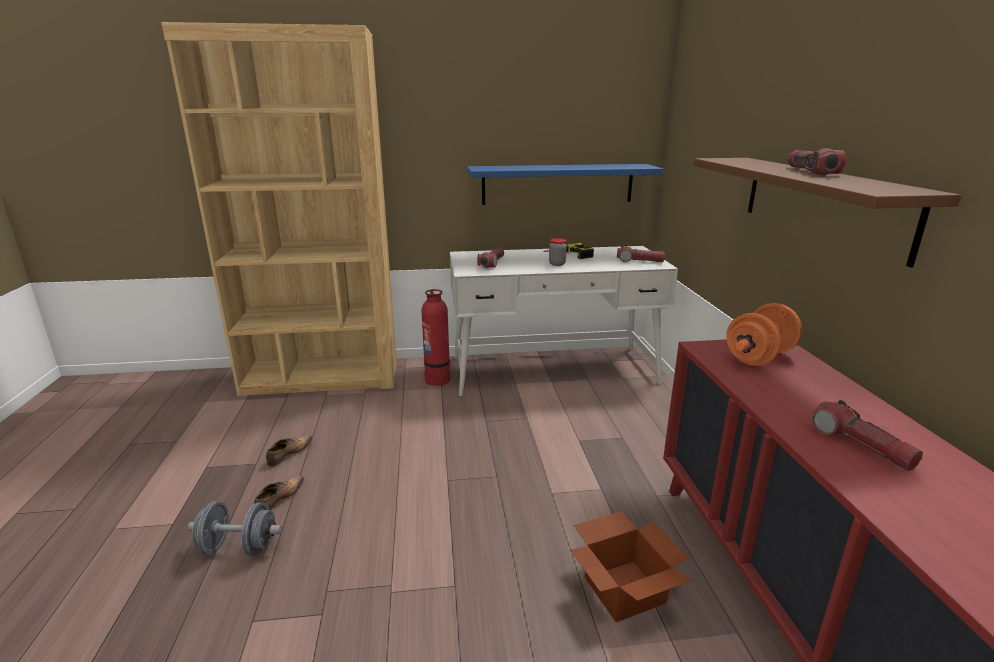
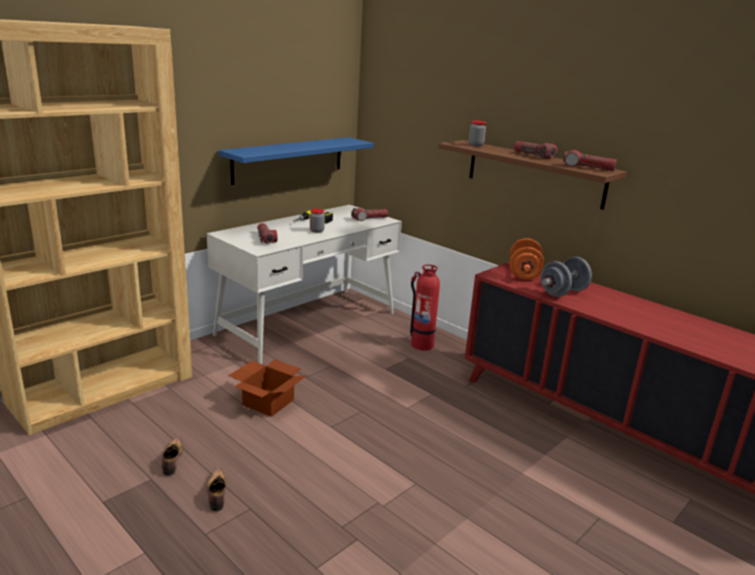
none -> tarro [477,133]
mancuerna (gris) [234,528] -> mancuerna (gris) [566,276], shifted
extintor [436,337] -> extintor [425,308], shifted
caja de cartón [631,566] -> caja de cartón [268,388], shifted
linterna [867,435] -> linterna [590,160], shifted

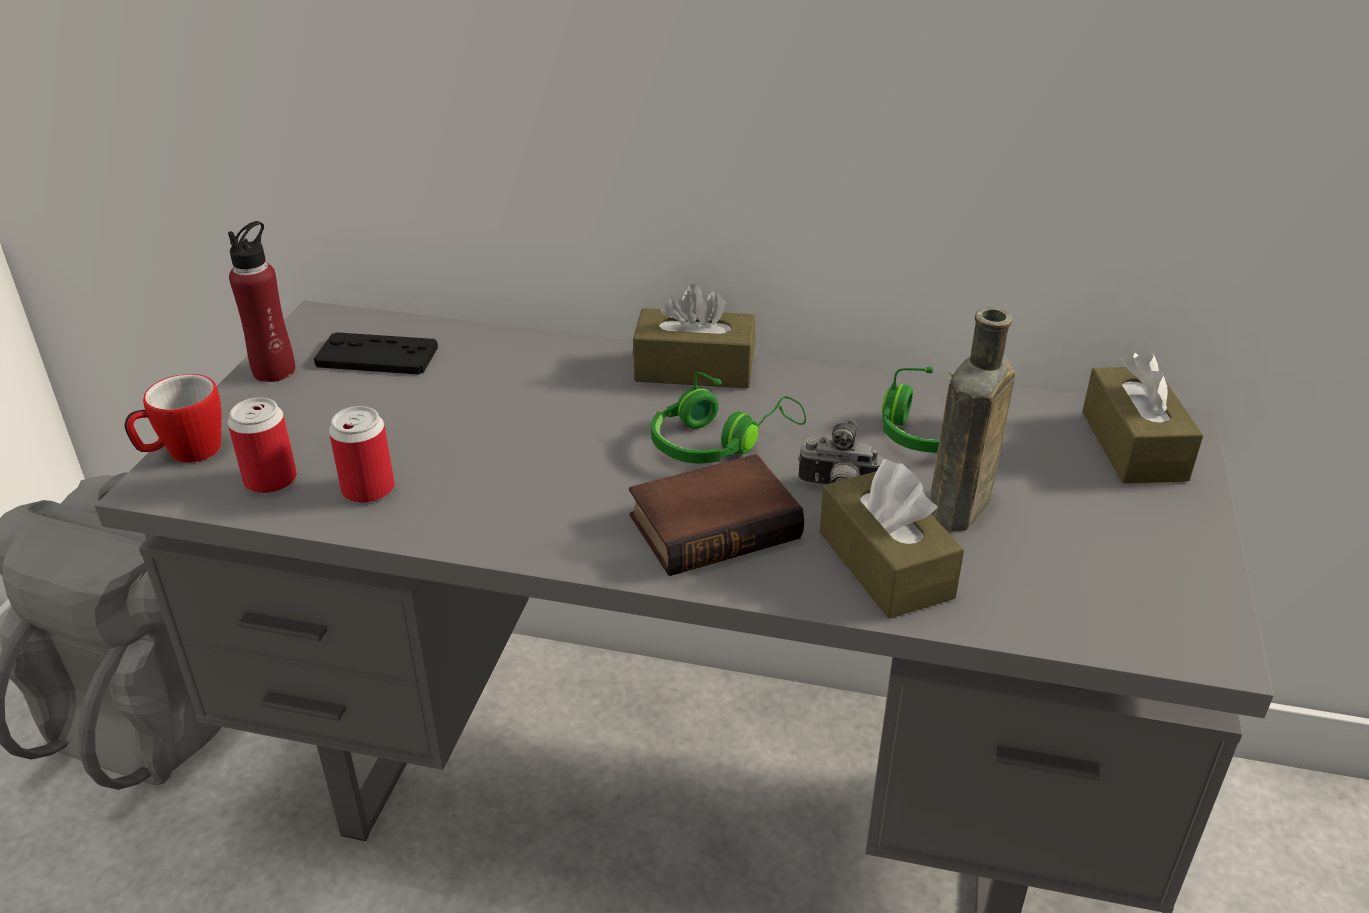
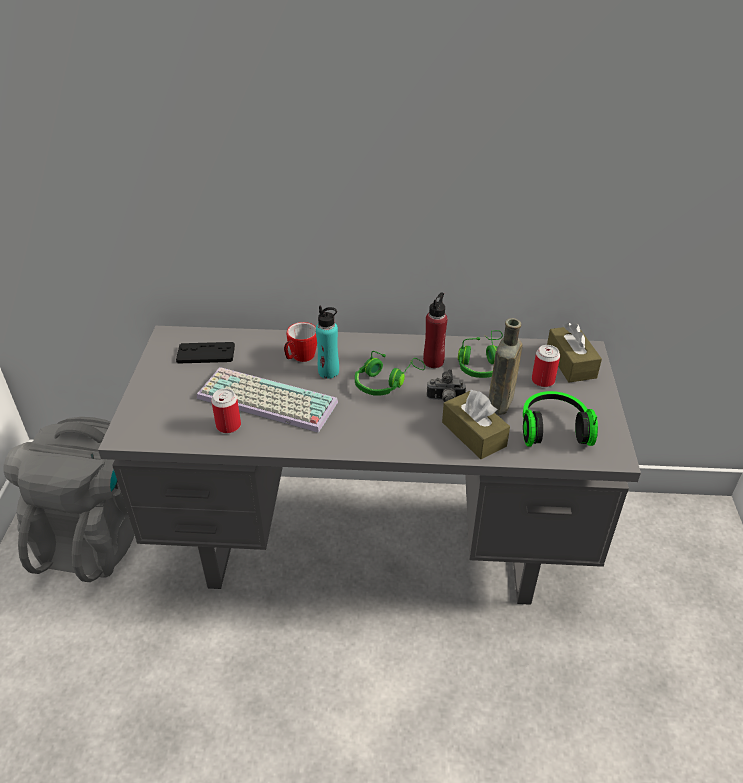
libro [716,515] -> none
caja de pañuelos (marrón) [694,336] -> none
none -> teclado [267,400]
none -> botella (turquesa) [327,342]
none -> auriculares [560,418]
taza grande [173,418] -> taza grande [300,342], shifted
botella (rojo) [261,301] -> botella (rojo) [435,330], shifted
lata [262,446] -> lata [546,366], shifted

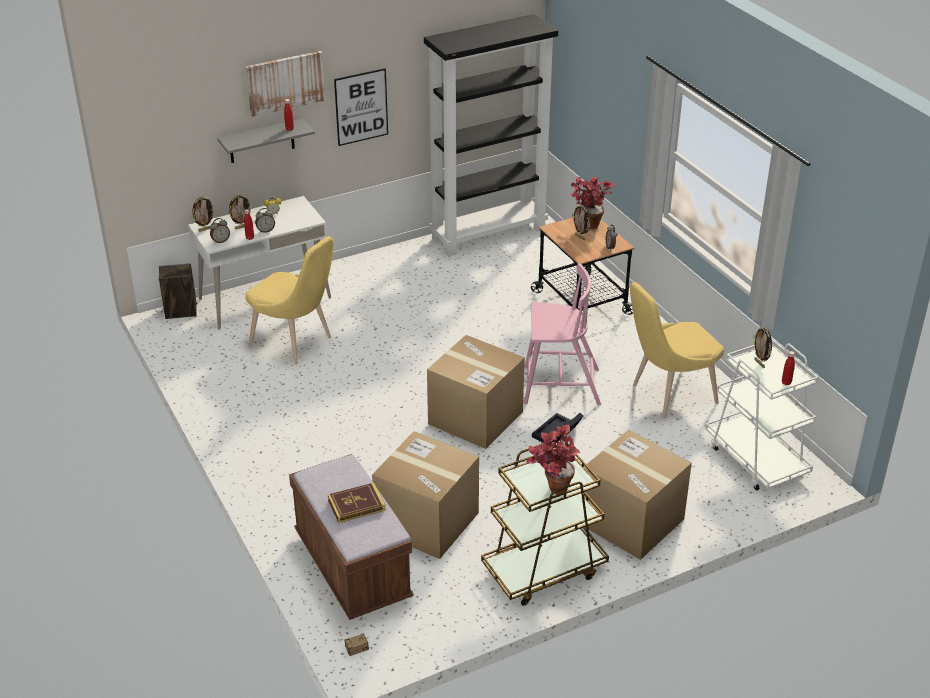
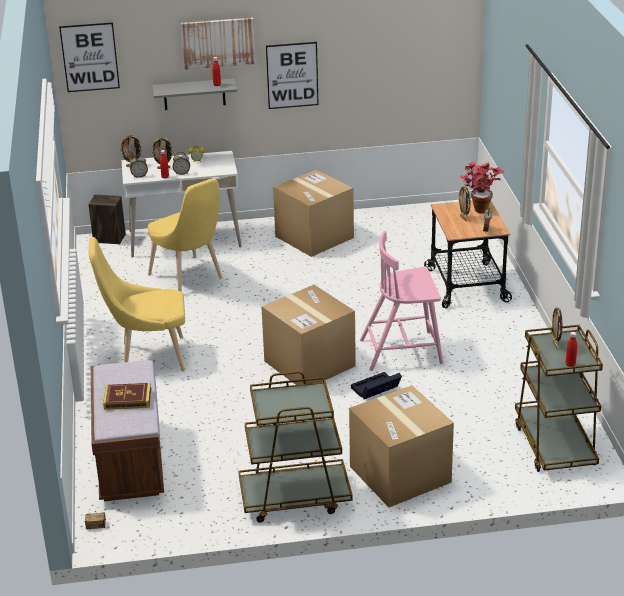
estantería (negro) [491,135] -> none
planta en maceta [553,459] -> none
none -> cuadro [89,57]
caja de cartón [425,495] -> caja de cartón [313,213], shifted
silla (amarillo) [677,350] -> silla (amarillo) [136,304], shifted
carrito (blanco) [761,415] -> carrito (marrón) [559,398]
silla (rosa) [562,334] -> silla (rosa) [401,301], 150 degrees clockwise

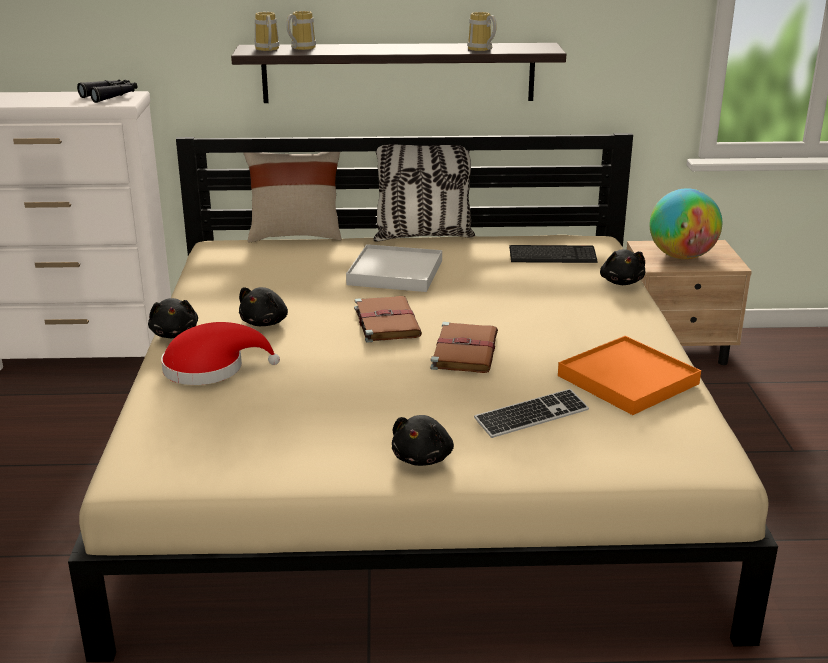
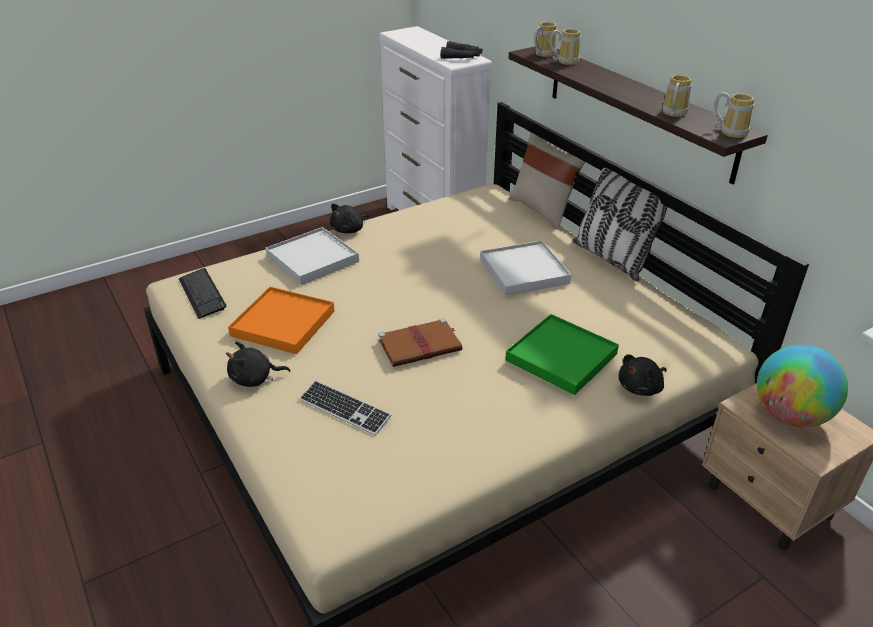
peluche (negro) [263,306] -> none
libro (marrón) [388,319] -> none
none -> bandeja (verde) [562,354]
none -> taza grande [734,115]
teclado [553,254] -> teclado [202,293], shifted
bandeja (naranja) [629,375] -> bandeja (naranja) [281,320], shifted
sombrero (rojo) [220,353] -> bandeja (blanco) [312,256]

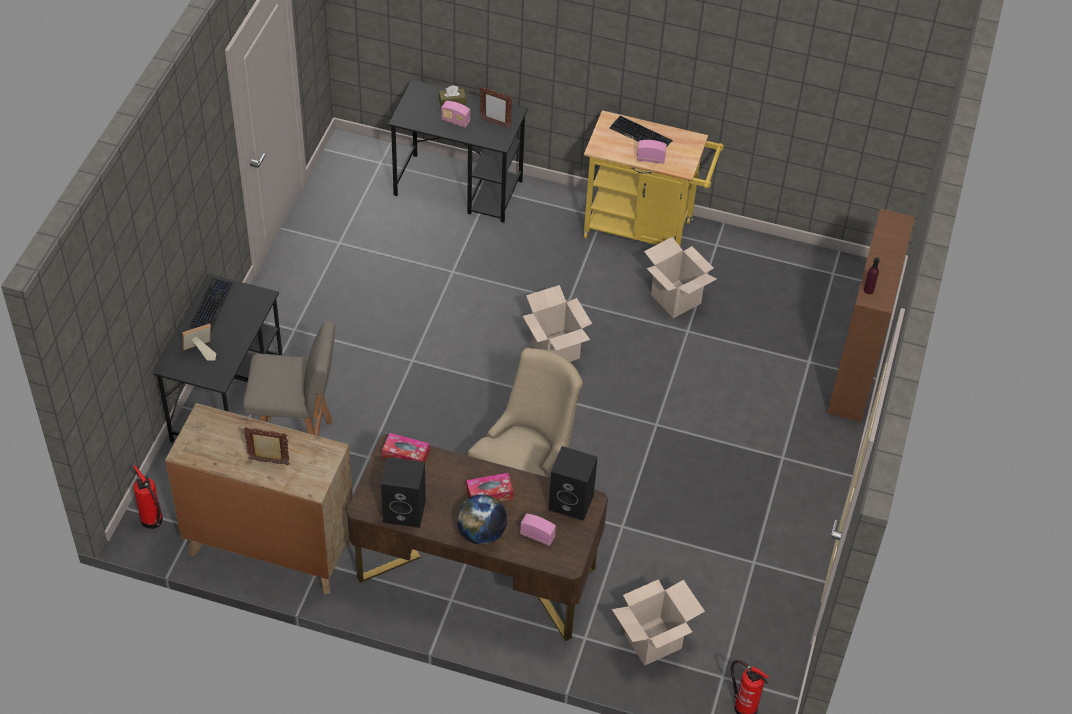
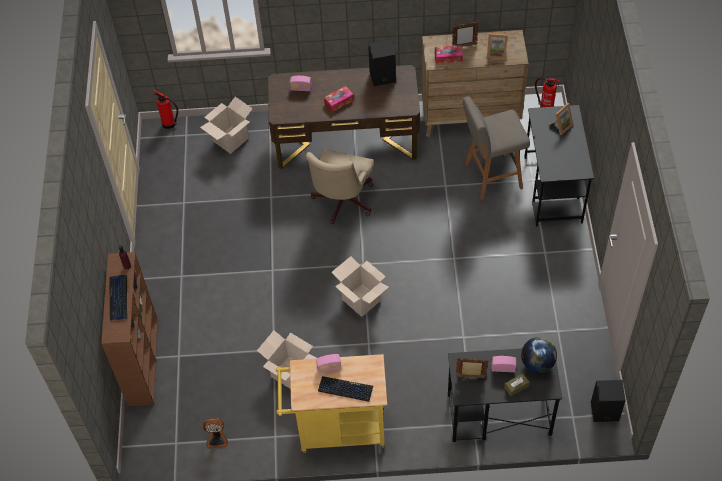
none -> ventilador [215,433]
none -> portarretratos [497,47]
teclado [211,304] -> teclado [118,298], shifted
caja de pañuelos [406,447] -> caja de pañuelos [449,54], shifted
globo terráqueo [482,519] -> globo terráqueo [539,355], shifted
altavoz (negro) [573,483] -> altavoz (negro) [608,401], shifted

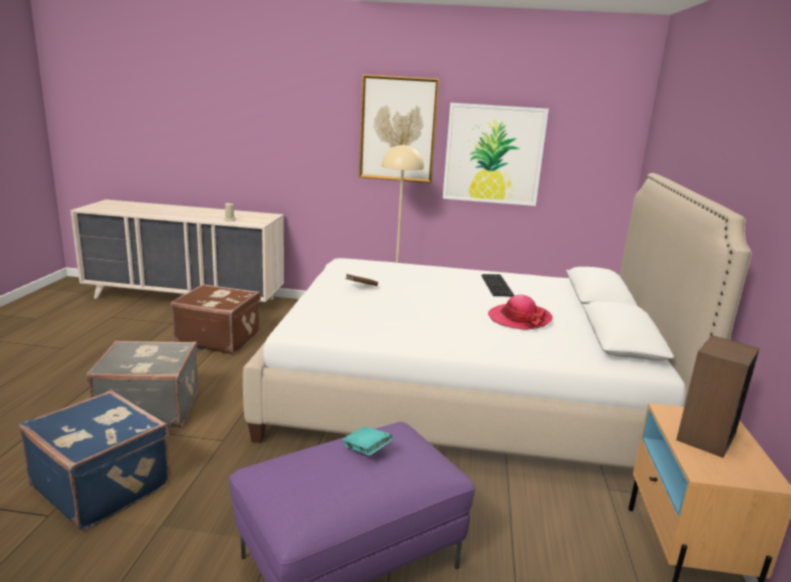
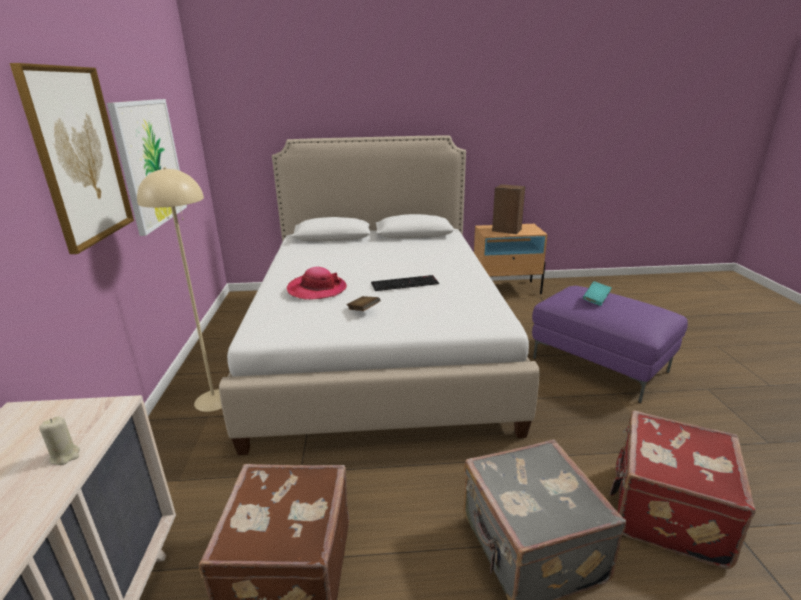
teclado [497,285] -> teclado [405,283], shifted
sombrero [520,312] -> sombrero [317,283], shifted
maleta (azul) [95,460] -> maleta (rojo) [682,489]

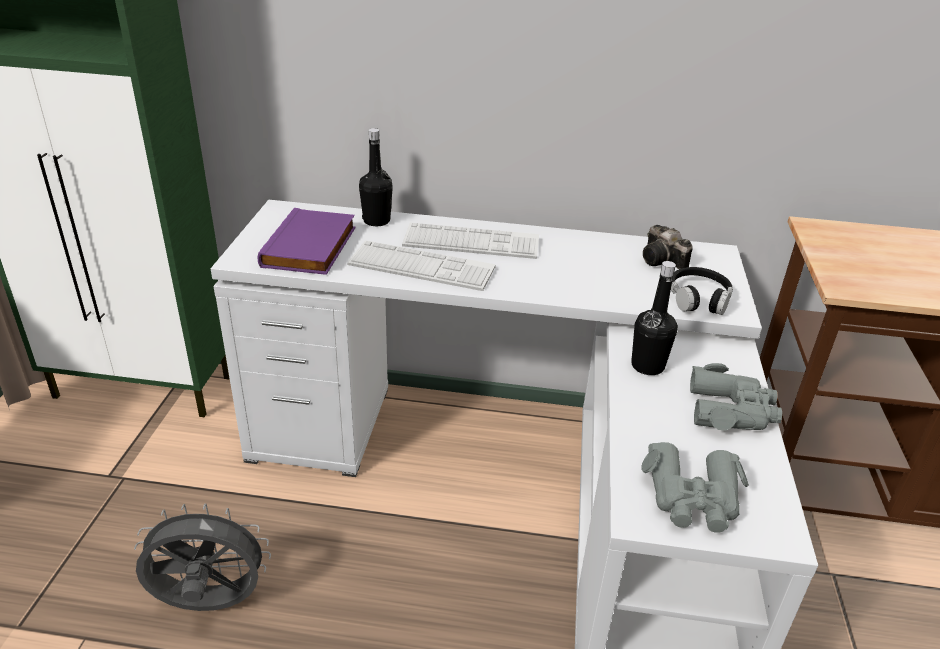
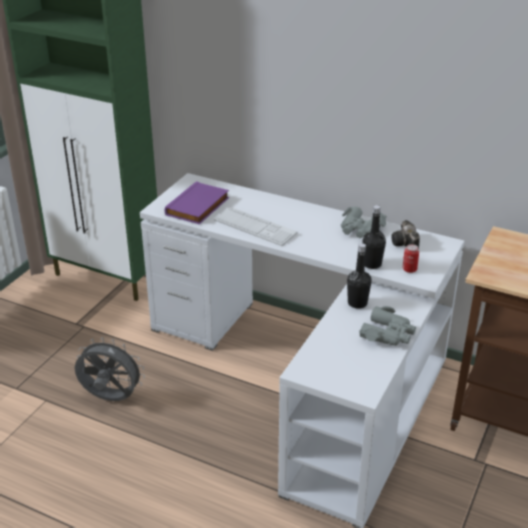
teclado [470,241] -> none
botella (negro) [376,177] -> botella (negro) [374,237], shifted
prismáticos (gris) [695,487] -> prismáticos (gris) [364,222], shifted
auriculares (negro) [702,291] -> lata [410,258]

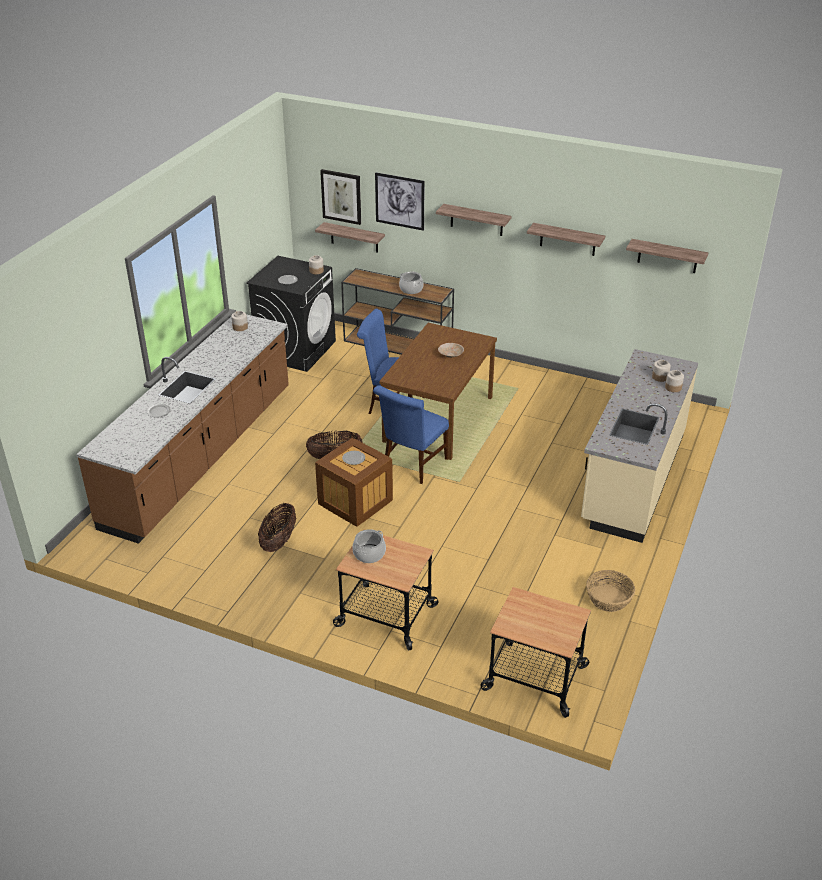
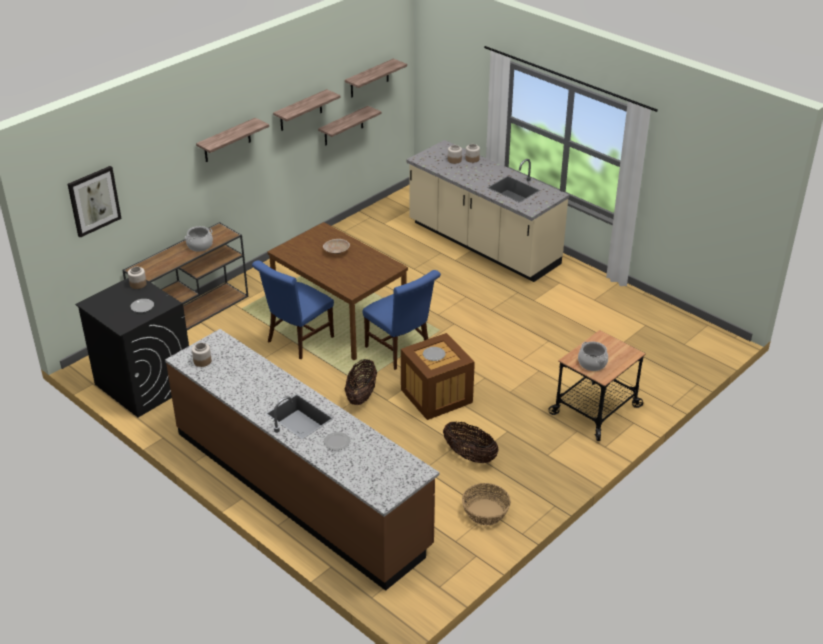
cuadro [400,201] -> none
carrito [535,652] -> none
estante [350,237] -> estante [349,126], shifted
cesta [610,591] -> cesta [486,504], shifted

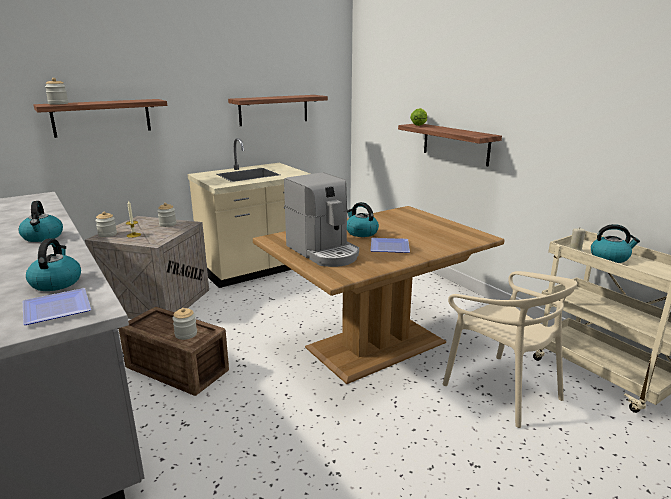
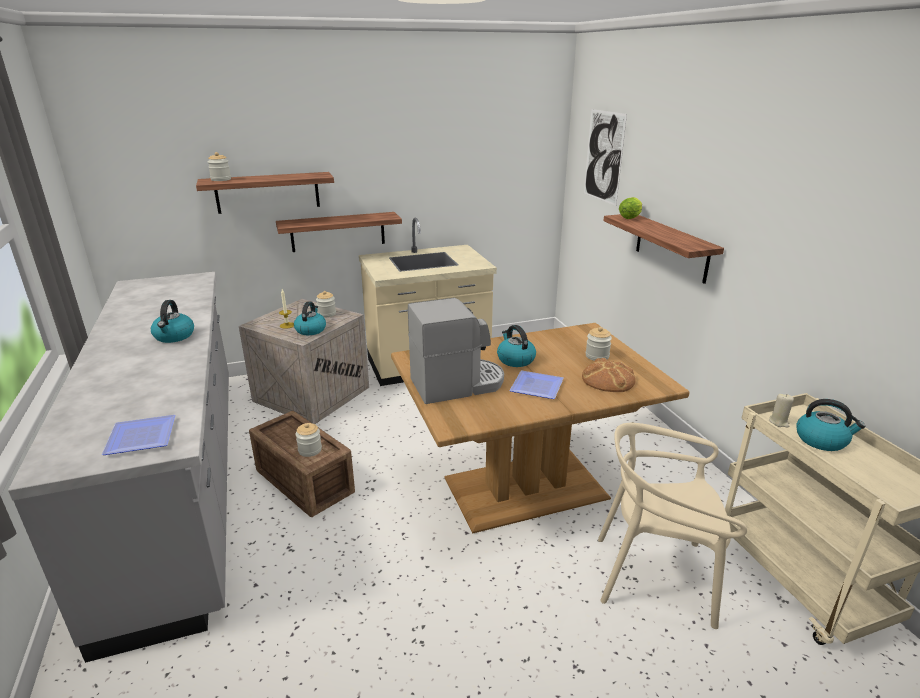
none -> pan [609,375]
none -> cuadro [605,157]
hervidor [53,264] -> hervidor [310,318], shifted
tarro [106,224] -> tarro [599,344], shifted
estante [278,110] -> estante [339,232], shifted
cafetera [321,220] -> cafetera [456,351], 90 degrees counterclockwise
silla (beis) [510,349] -> silla (beis) [672,526], 120 degrees clockwise

